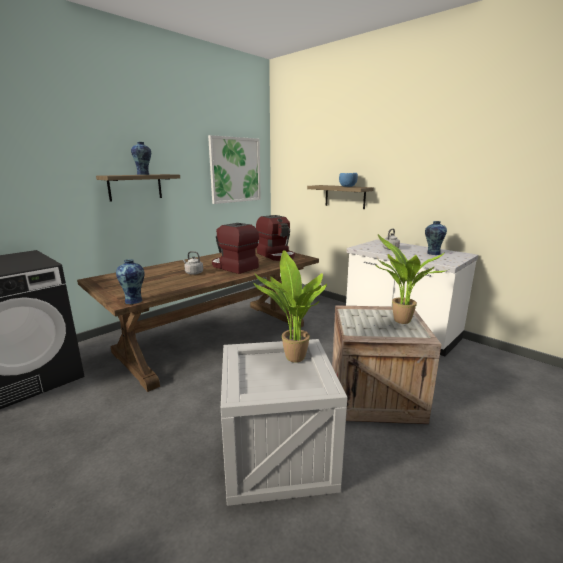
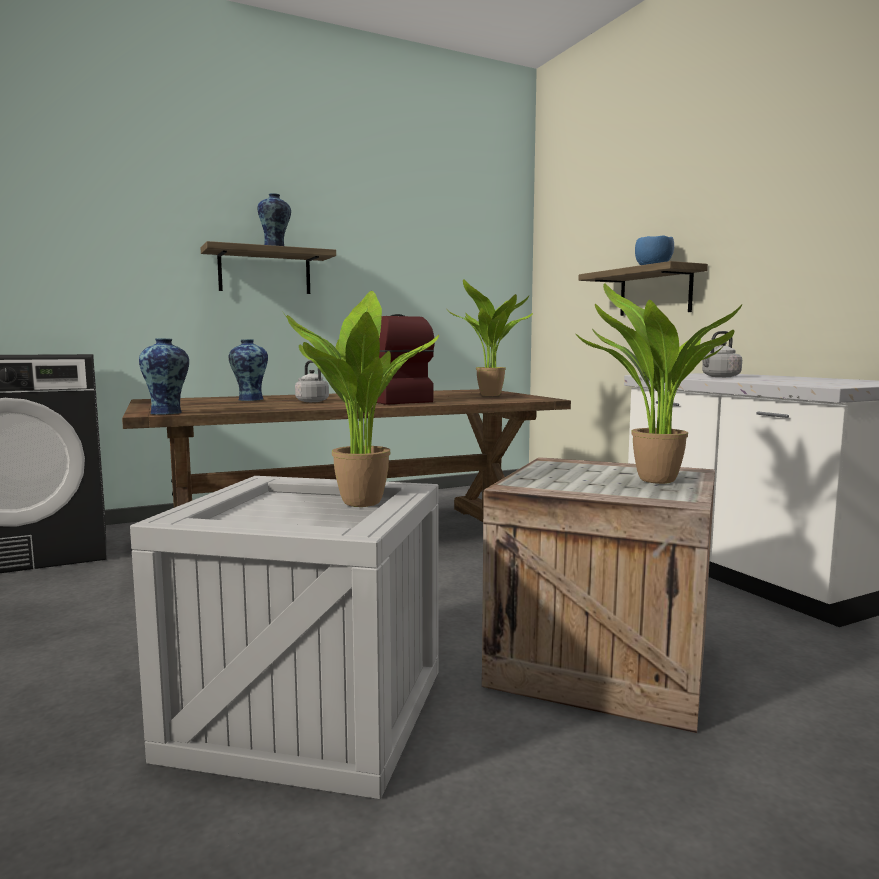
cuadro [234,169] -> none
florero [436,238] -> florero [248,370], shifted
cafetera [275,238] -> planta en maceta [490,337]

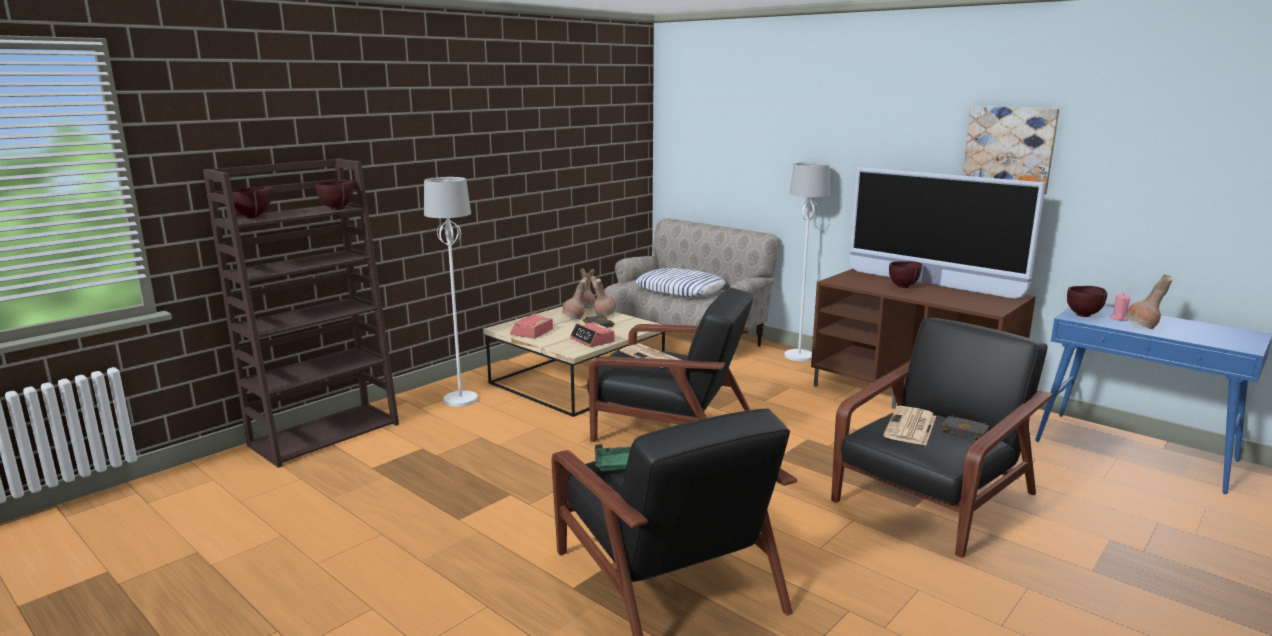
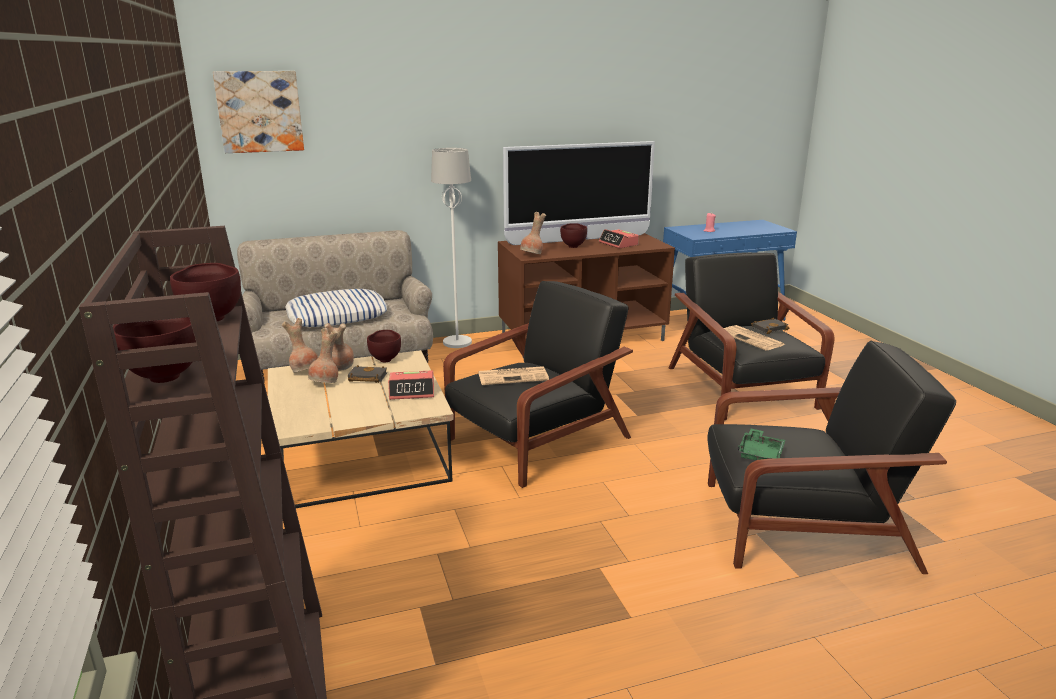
lámpara de pie (blanco) [451,292] -> none
despertador [531,326] -> despertador [619,238], shifted
cuadro [1010,150] -> cuadro [258,112], shifted
cuenco (marrón) [1087,301] -> cuenco (marrón) [384,346], shifted
florero (marrón) [1149,301] -> florero (marrón) [533,233], shifted

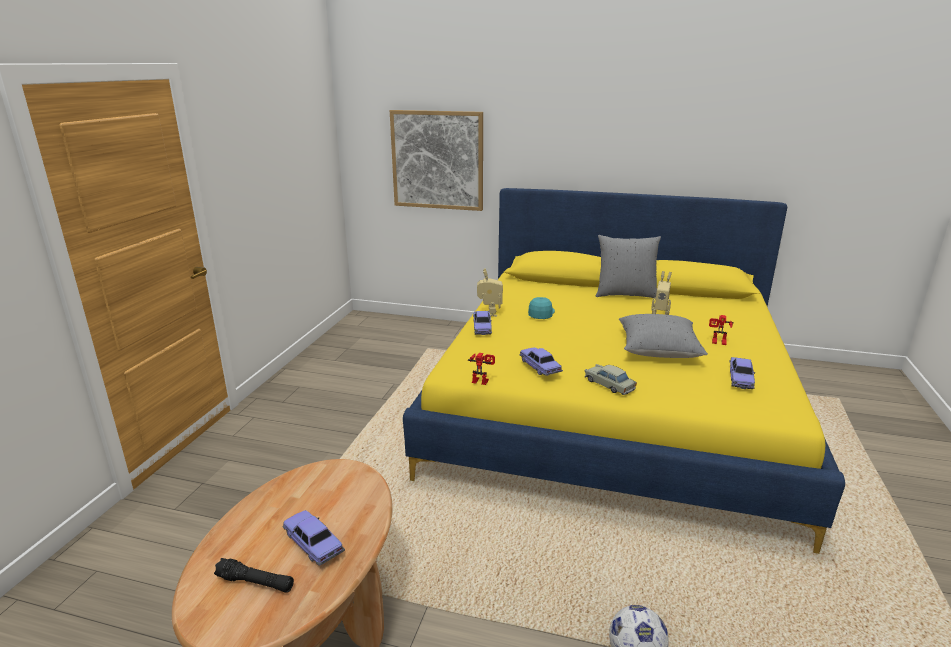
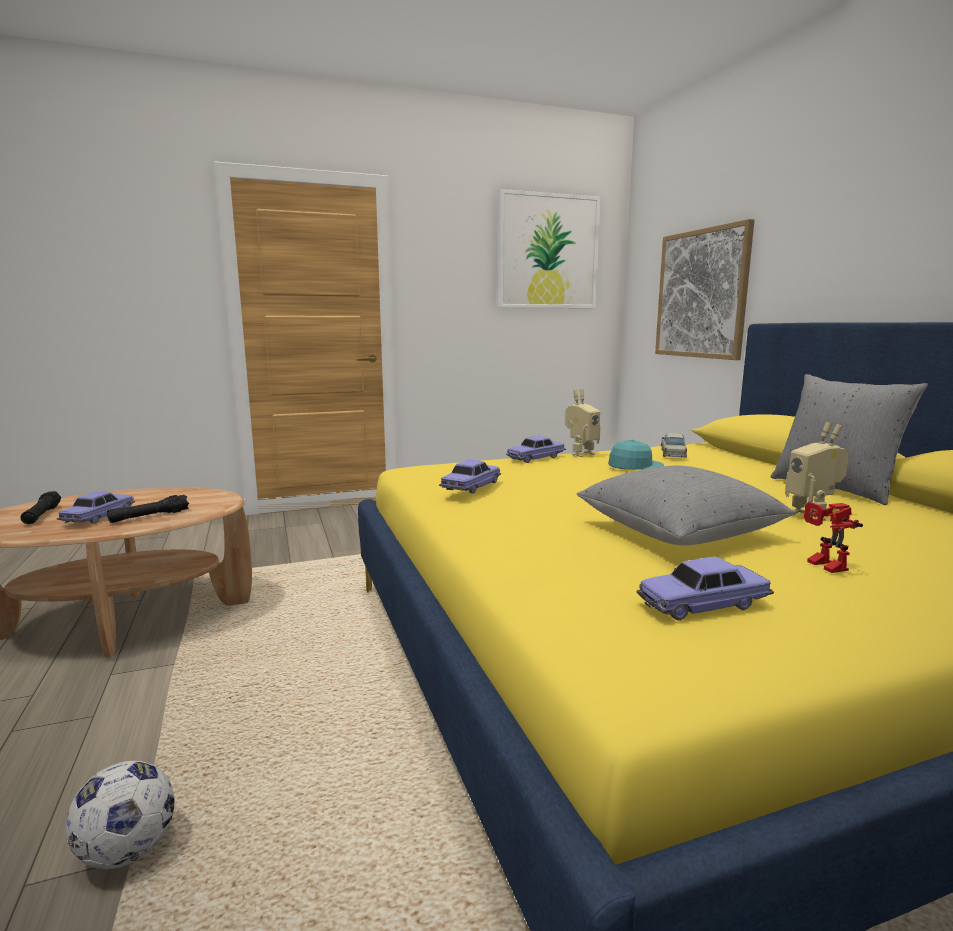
robot de juguete [481,369] -> none
none -> linterna (negro) [148,509]
none -> cuadro [549,248]
coche de juguete (beis) [611,379] -> coche de juguete (beis) [674,445], shifted

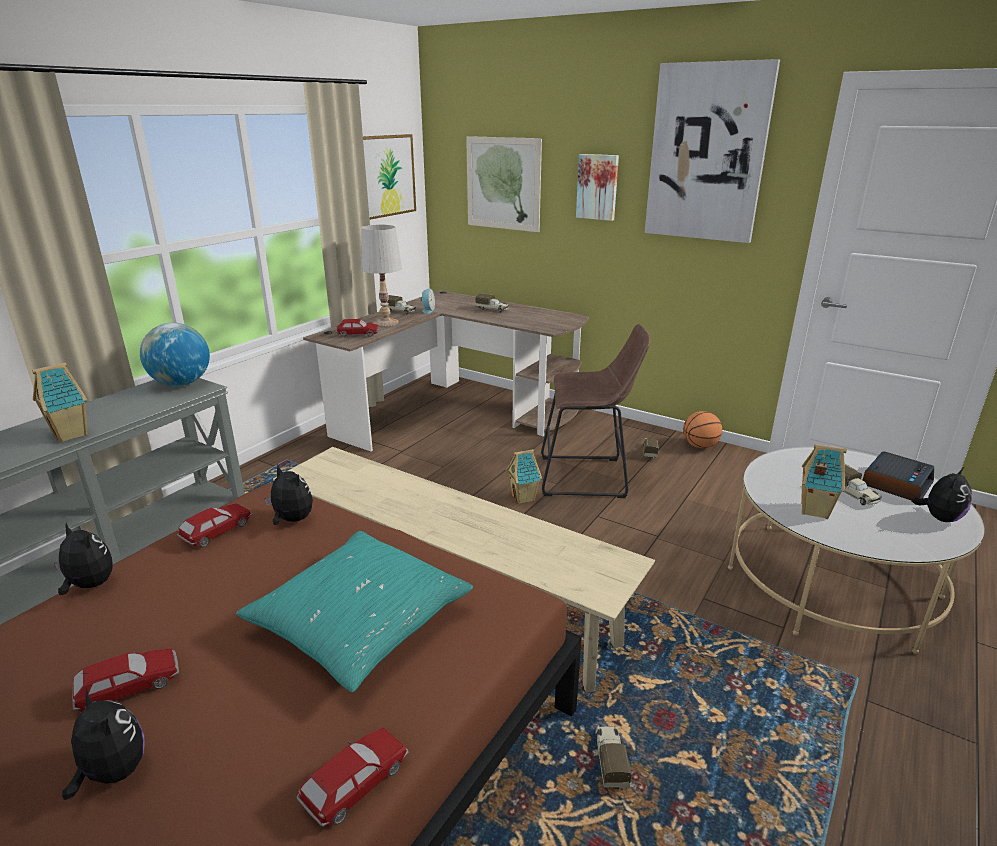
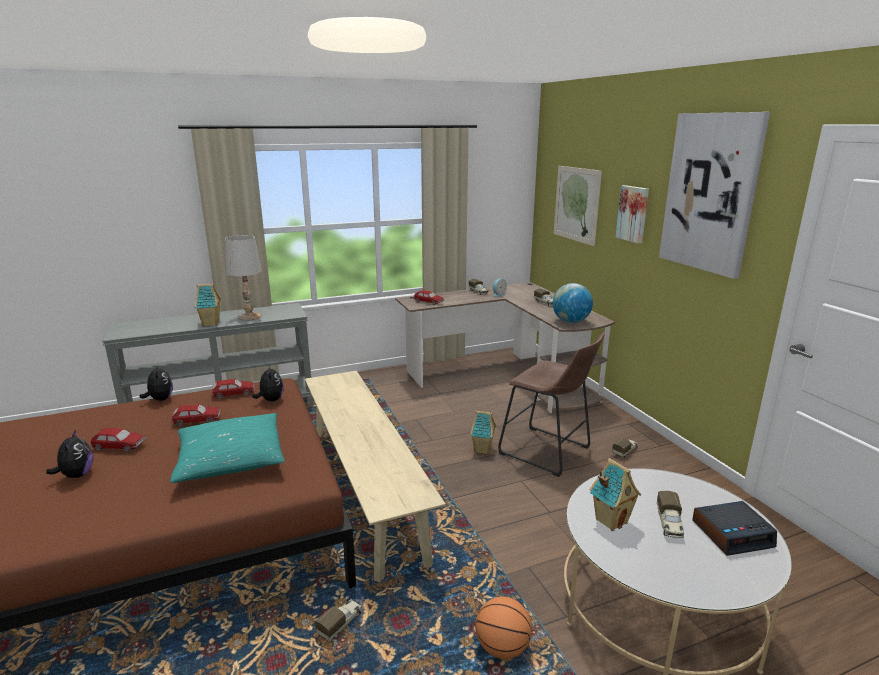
cuadro [389,177] -> none
peluche [941,494] -> none
globo terráqueo [175,354] -> globo terráqueo [573,303], shifted
coche de juguete [352,777] -> coche de juguete [196,415], shifted
lámpara de mesa (blanco) [381,276] -> lámpara de mesa (blanco) [243,278], shifted
balón de baloncesto [702,429] -> balón de baloncesto [503,627], shifted

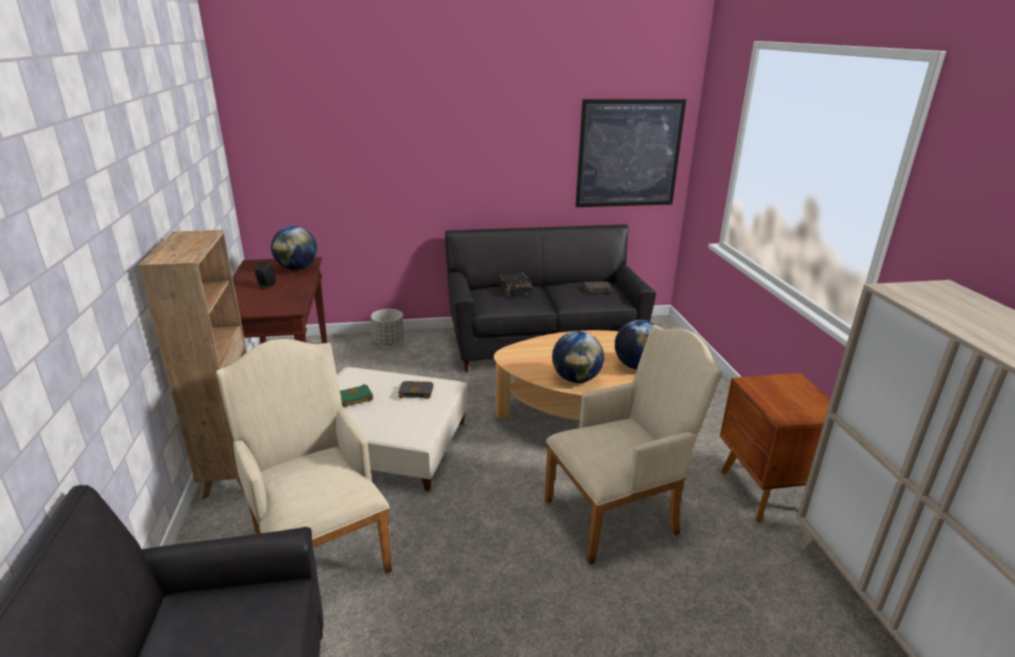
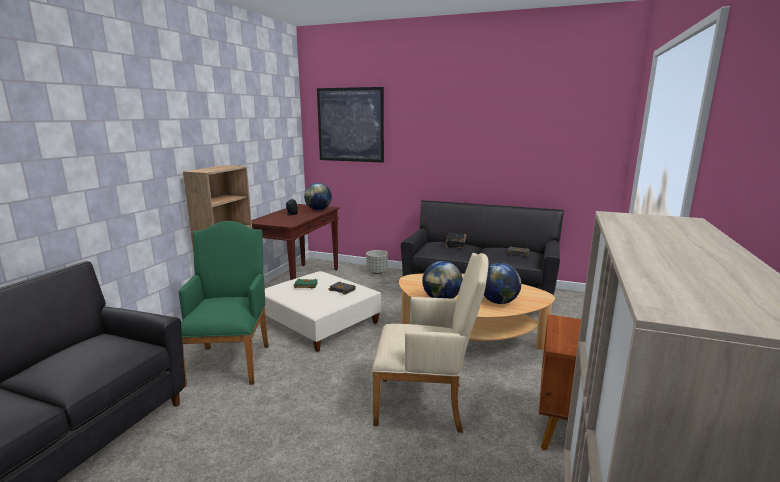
cuadro [631,153] -> cuadro [350,125], shifted
sillón (beis) [304,456] -> sillón (verde) [224,304]

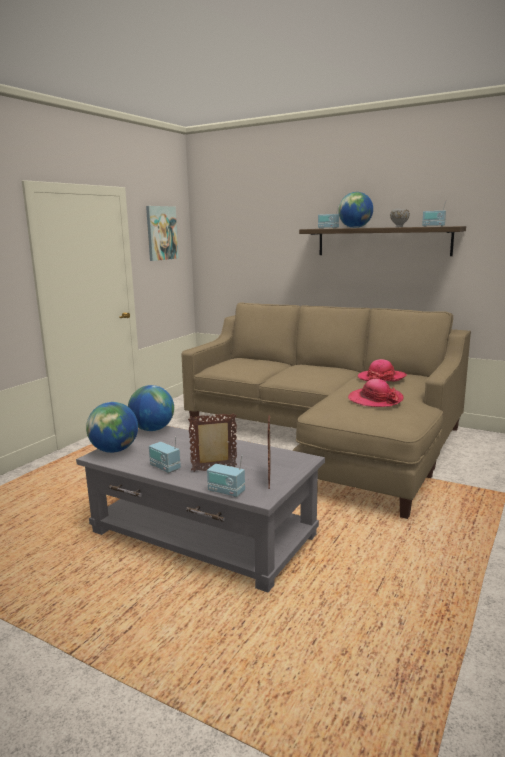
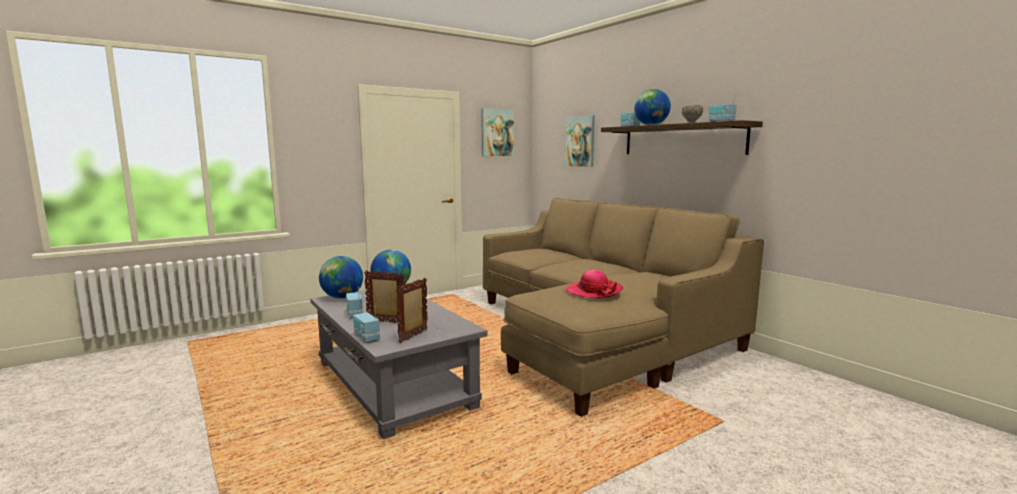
sombrero [382,370] -> none
none -> cuadro [579,141]

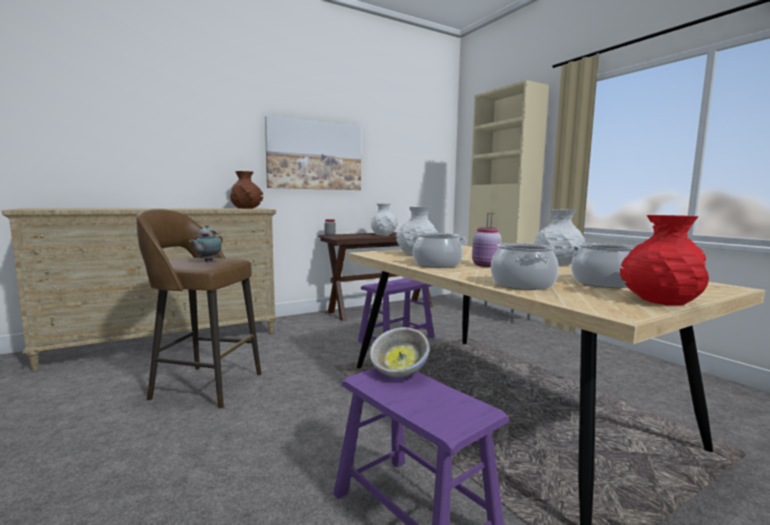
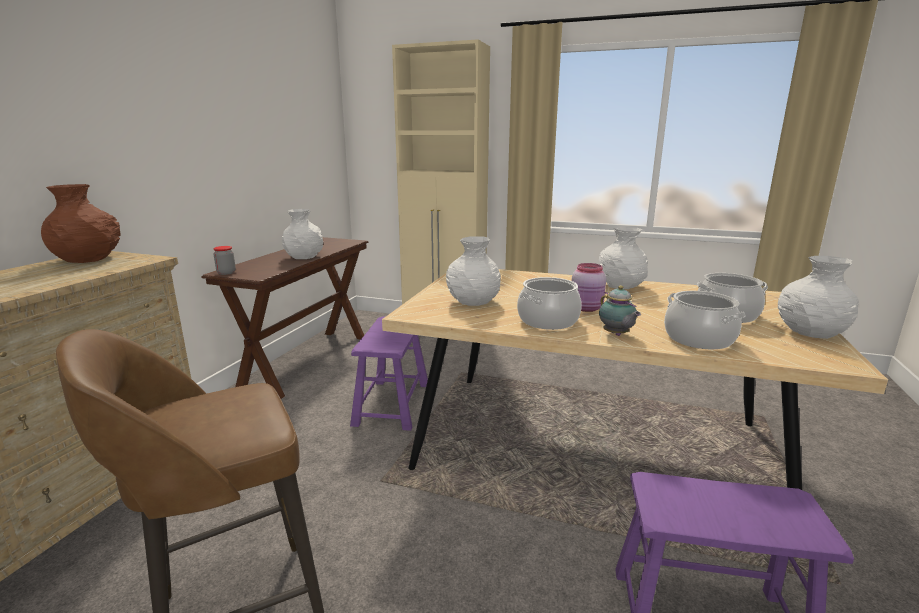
cuadro [313,153] -> none
cuenco [399,352] -> none
tetera [206,243] -> tetera [620,310], shifted
florero (rojo) [664,260] -> florero (blanco) [818,297]

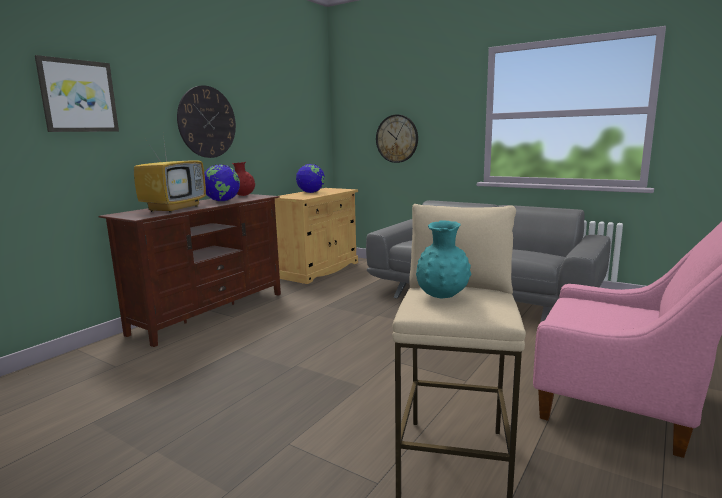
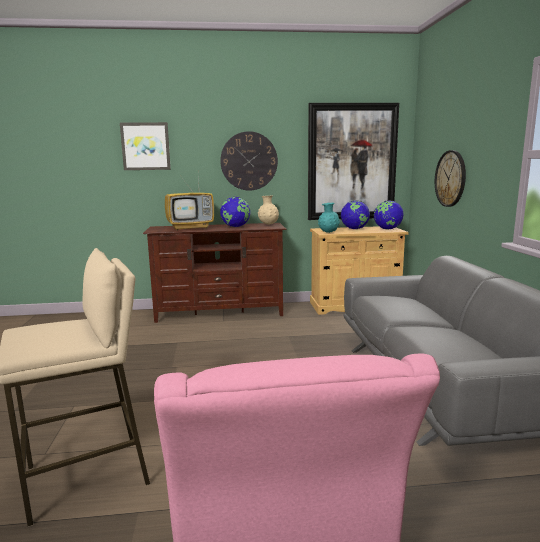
none -> cuadro [353,161]
none -> globo terráqueo [389,214]
florero (turquesa) [443,259] -> florero (turquesa) [329,218], shifted
florero (rojo) [243,179] -> florero (beis) [268,210]

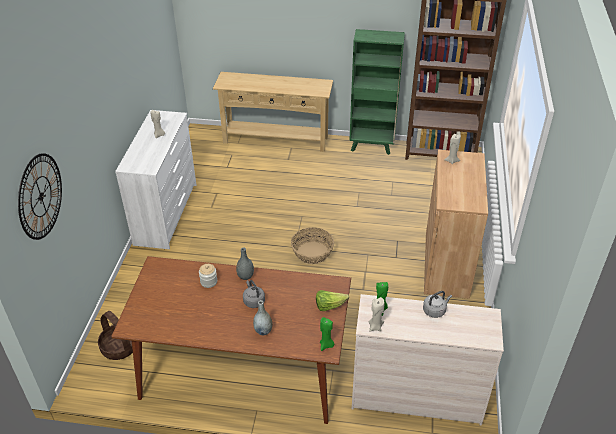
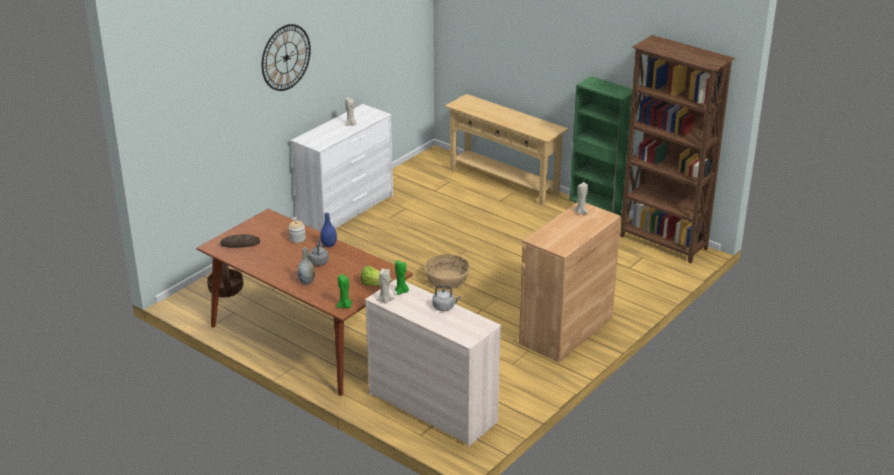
none -> pan [240,241]
reloj de pared [40,196] -> reloj de pared [286,57], shifted
florero (gris) [245,263] -> florero (azul) [328,230]

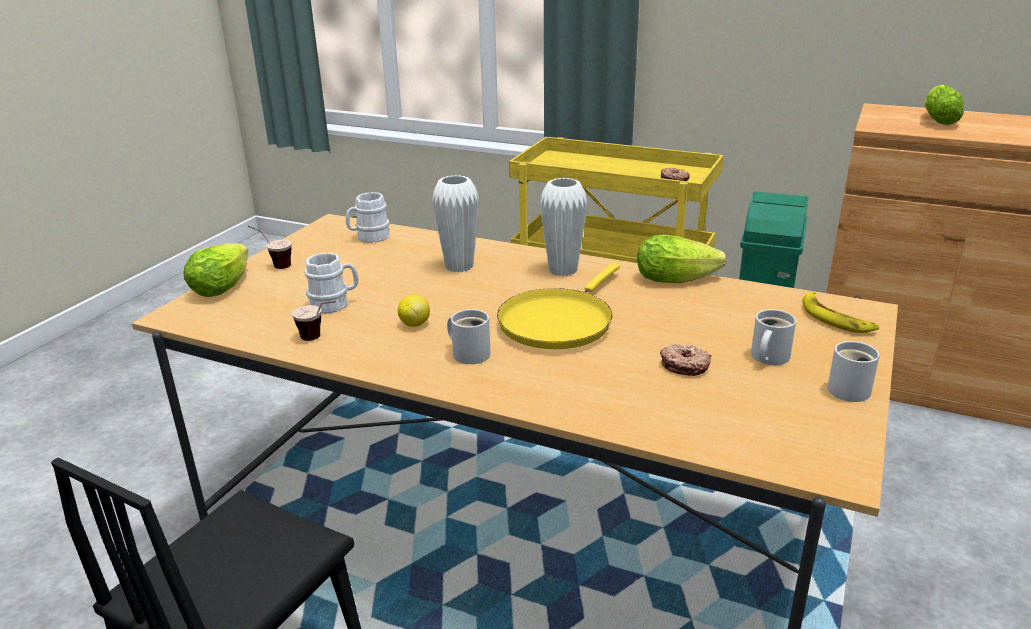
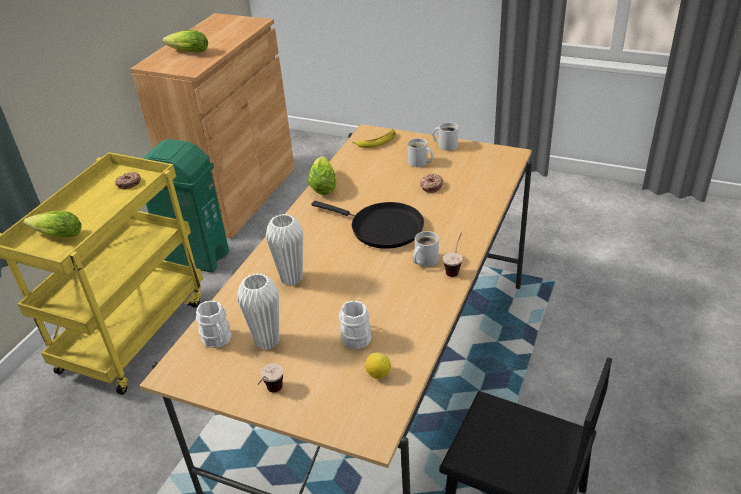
lechuga [216,270] -> lechuga [52,224], shifted
taza [314,321] -> taza [452,255], shifted
limón [414,310] -> limón [378,365], shifted
florero (blanco) [564,227] -> florero (blanco) [258,311], shifted
sartén (amarillo) [558,306] -> sartén (negro) [367,225]

